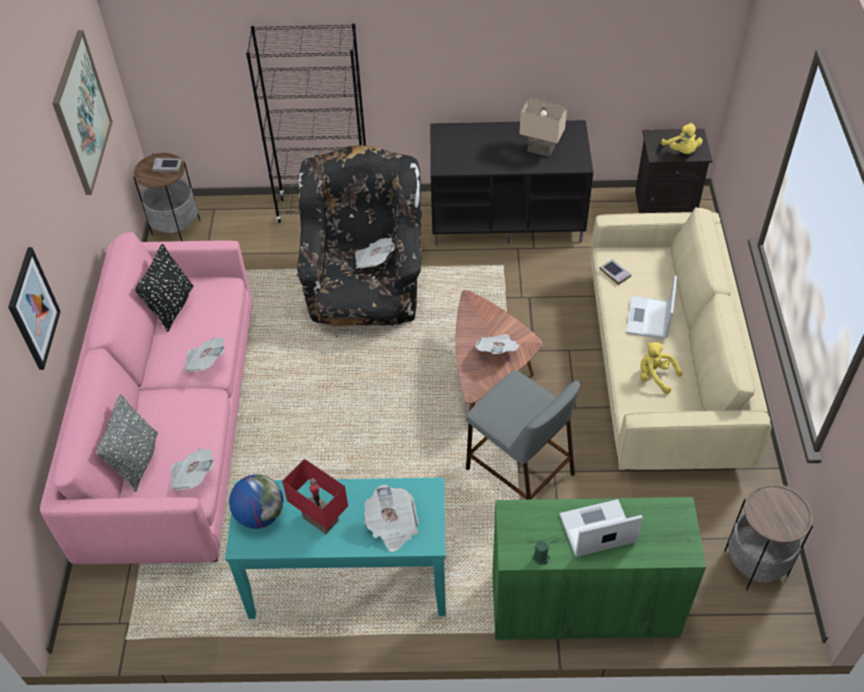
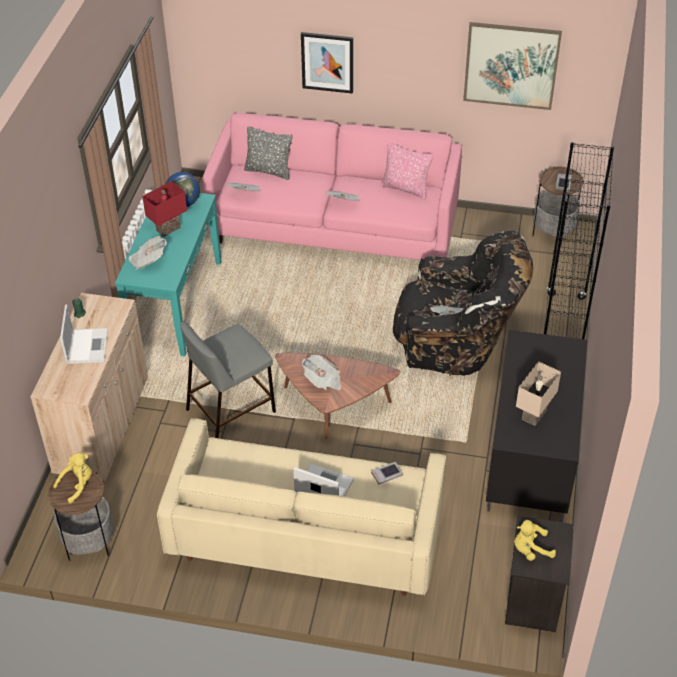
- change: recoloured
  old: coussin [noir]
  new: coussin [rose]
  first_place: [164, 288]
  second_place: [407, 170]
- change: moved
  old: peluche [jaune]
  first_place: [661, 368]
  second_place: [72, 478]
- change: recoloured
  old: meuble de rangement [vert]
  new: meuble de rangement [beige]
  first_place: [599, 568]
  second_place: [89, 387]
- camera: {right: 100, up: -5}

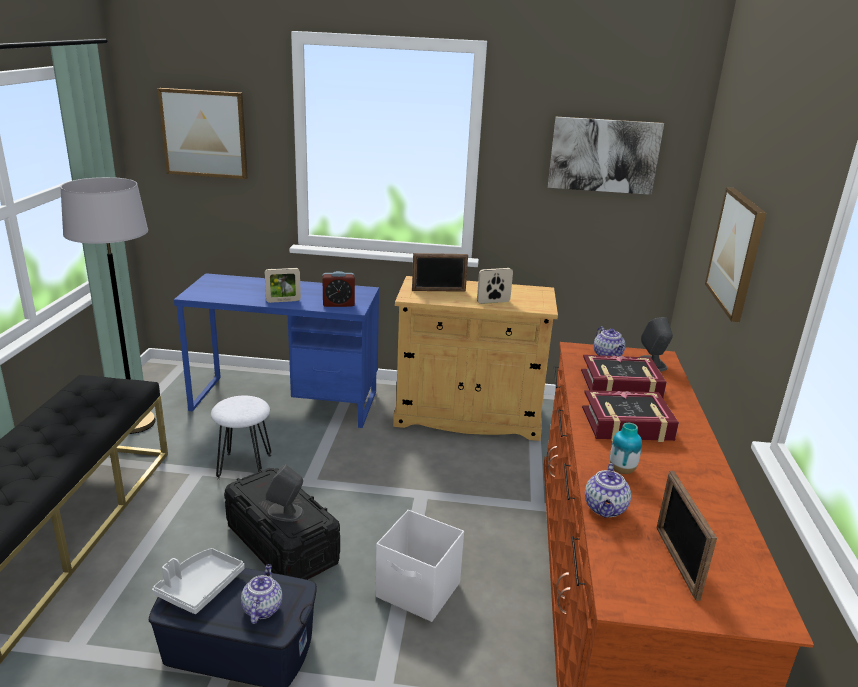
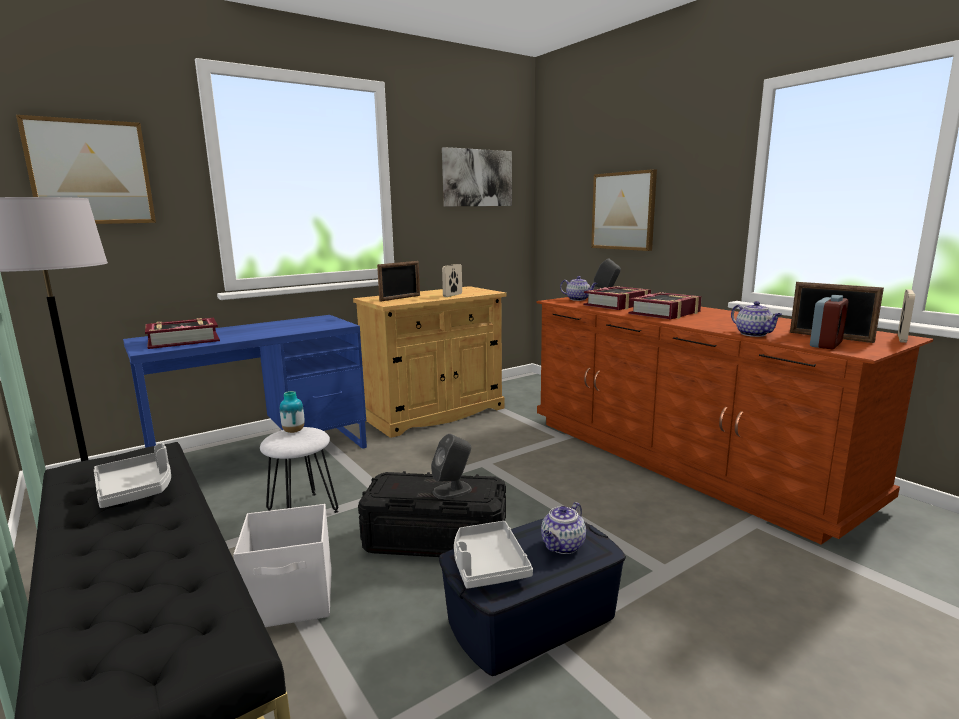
- change: moved
  old: cadre photo
  first_place: [283, 285]
  second_place: [906, 316]
- change: moved
  old: réveil
  first_place: [338, 289]
  second_place: [829, 322]
- change: moved
  old: vase
  first_place: [626, 448]
  second_place: [292, 412]
- change: moved
  old: boîte de rangement [blanc]
  first_place: [419, 566]
  second_place: [282, 565]
- change: turned
  old: théière
  first_place: [262, 594]
  second_place: [563, 528]
  degrees: -105
- change: added
  new: livre
  second_place: [182, 333]
- change: added
  new: plateau [gris]
  second_place: [132, 475]
- camera: {right: -40, up: -10}

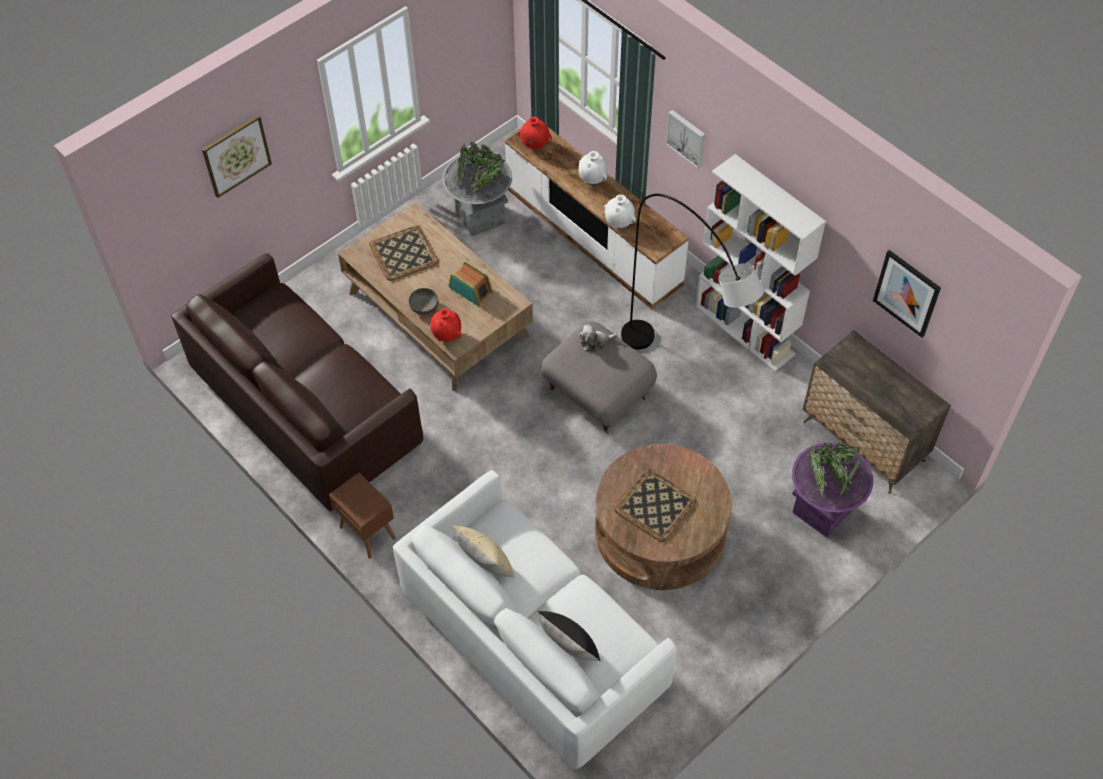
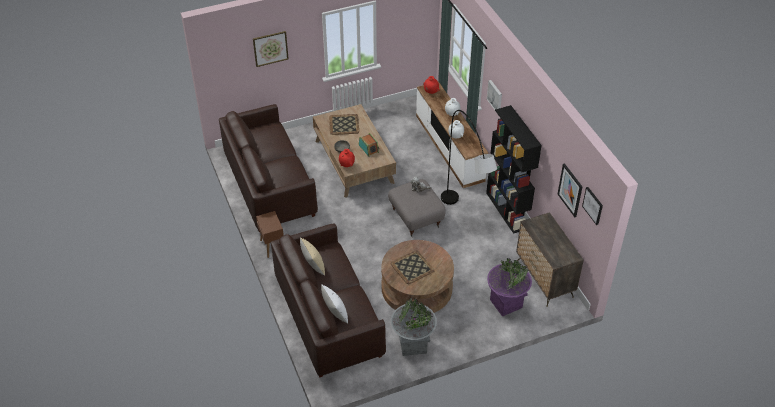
- change: moved
  old: cache-pot [gris]
  first_place: [477, 189]
  second_place: [414, 327]
- change: recoloured
  old: bibliothèque [blanc]
  new: bibliothèque [noir]
  first_place: [760, 263]
  second_place: [514, 169]
- change: recoloured
  old: canapé [blanc]
  new: canapé [marron]
  first_place: [534, 619]
  second_place: [328, 300]
- change: recoloured
  old: coussin [noir]
  new: coussin [blanc]
  first_place: [569, 636]
  second_place: [334, 304]
- change: added
  new: tableau
  second_place: [592, 206]
- camera: {right: 20, up: -10}

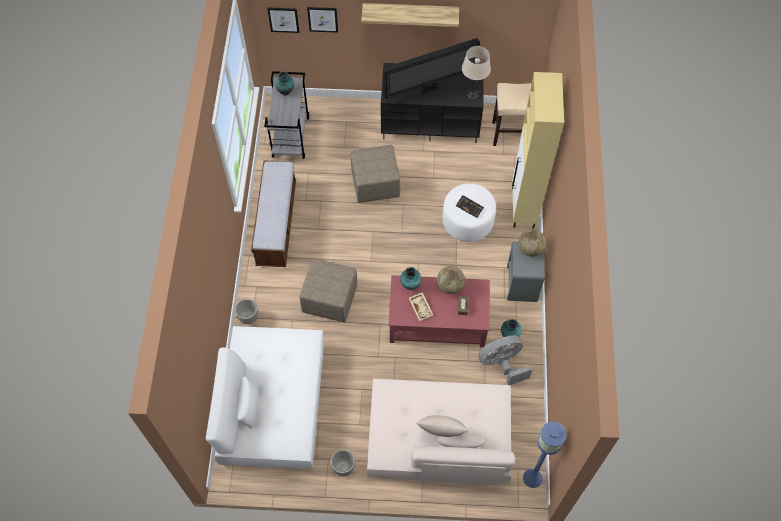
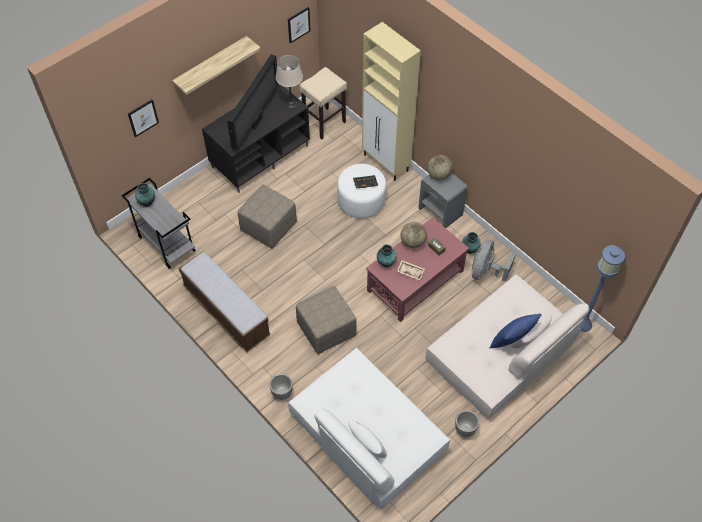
- change: moved
  old: tableau
  first_place: [283, 20]
  second_place: [299, 25]
- change: recoloured
  old: coussin [beige]
  new: coussin [bleu]
  first_place: [442, 426]
  second_place: [515, 331]
- camera: {right: -45, up: -5}

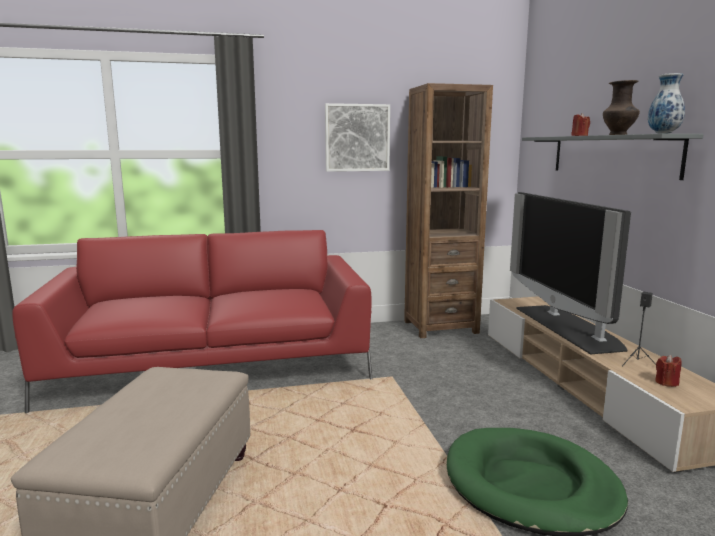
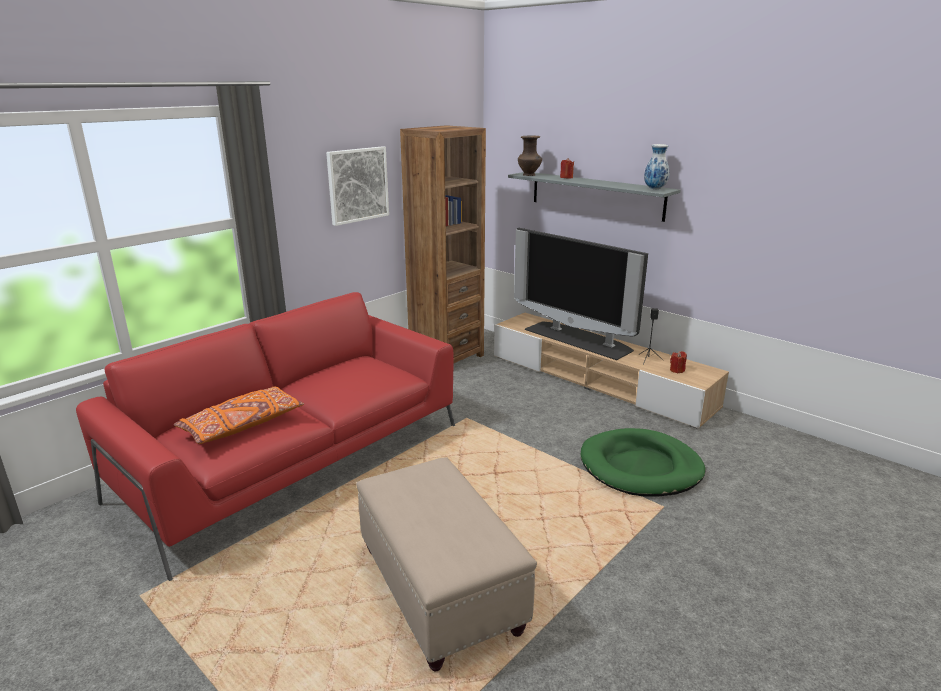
- change: moved
  old: vase [marron]
  first_place: [621, 107]
  second_place: [530, 156]
- change: added
  new: coussin [orange]
  second_place: [239, 415]
- camera: {right: -35, up: 10}

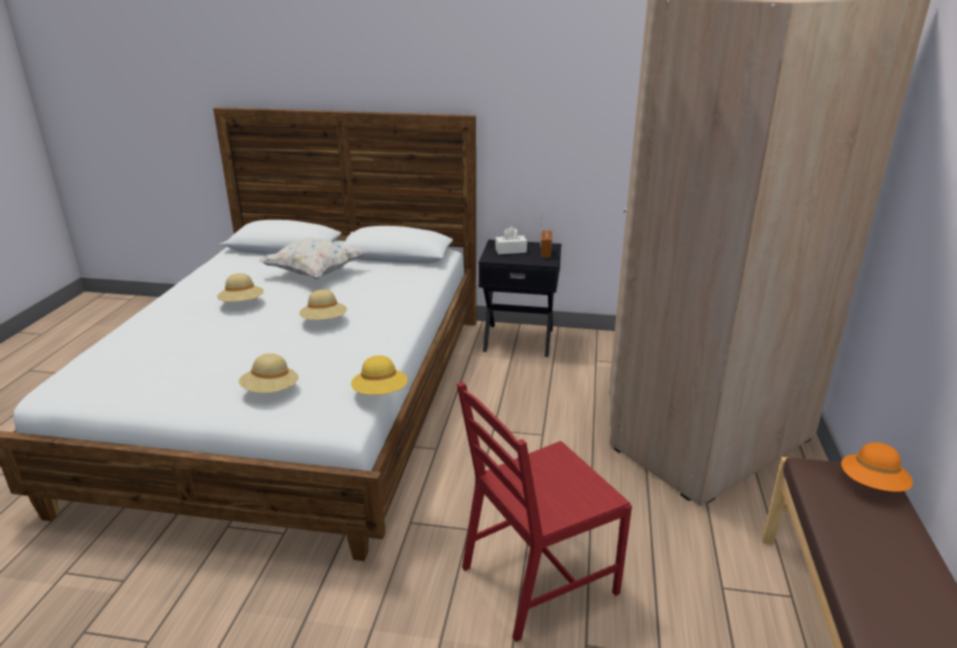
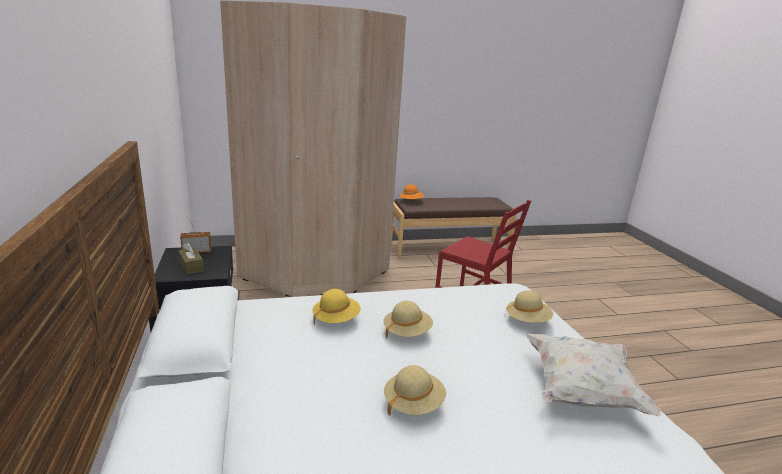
- change: recoloured
  old: boîte à mouchoirs [blanc]
  new: boîte à mouchoirs [marron]
  first_place: [511, 240]
  second_place: [191, 258]
- change: moved
  old: coussin [blanc]
  first_place: [312, 258]
  second_place: [593, 374]
- change: moved
  old: chapeau [jaune]
  first_place: [379, 375]
  second_place: [337, 306]
- camera: {right: -115, up: -5}

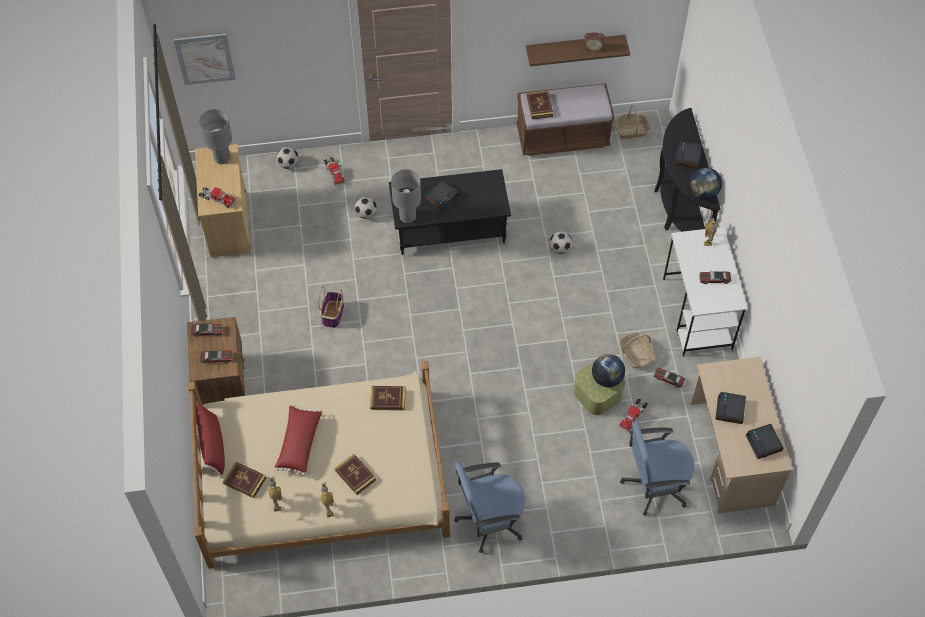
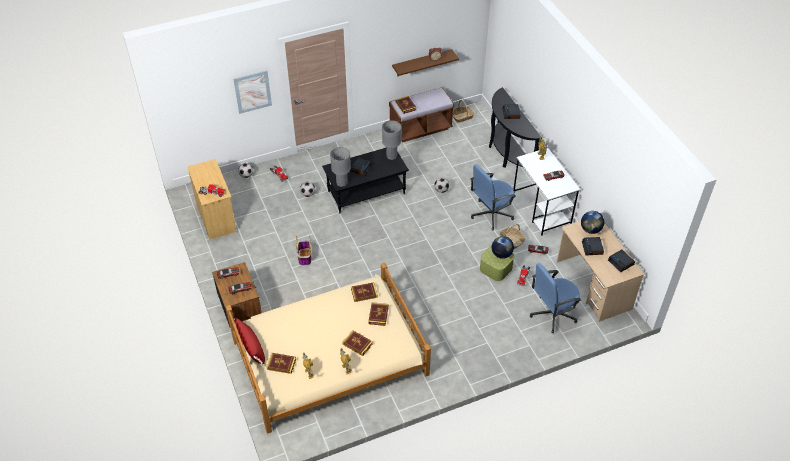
- change: moved
  old: tableau
  first_place: [205, 59]
  second_place: [252, 92]
- change: moved
  old: lampe de table [gris]
  first_place: [215, 137]
  second_place: [391, 140]
- change: moved
  old: globe
  first_place: [706, 184]
  second_place: [592, 222]
- change: removed
  old: coussin [rouge]
  first_place: [298, 440]
- change: moved
  old: chaise de bureau [bleu]
  first_place: [489, 507]
  second_place: [493, 197]
- change: added
  new: livre
  second_place: [378, 314]
- camera: {right: -15, up: -10}

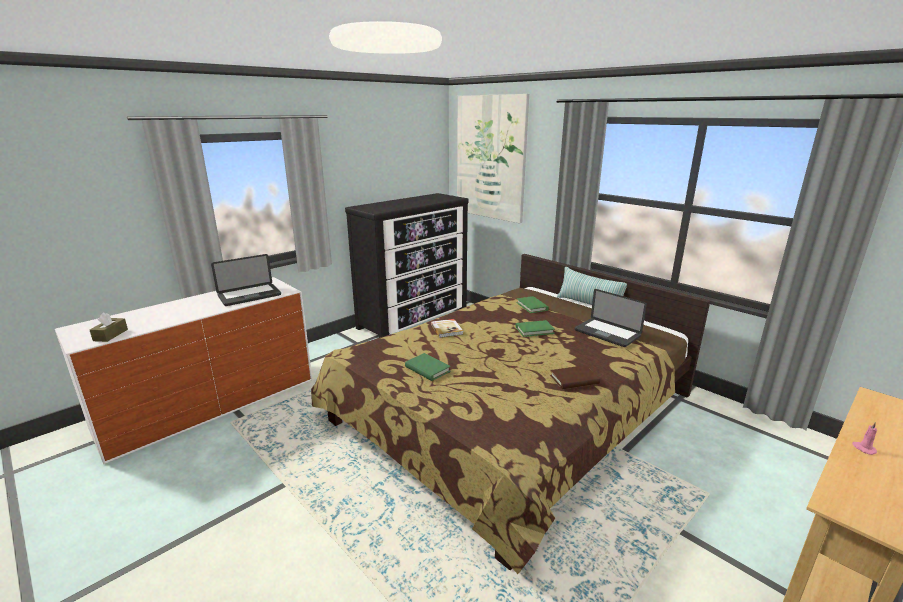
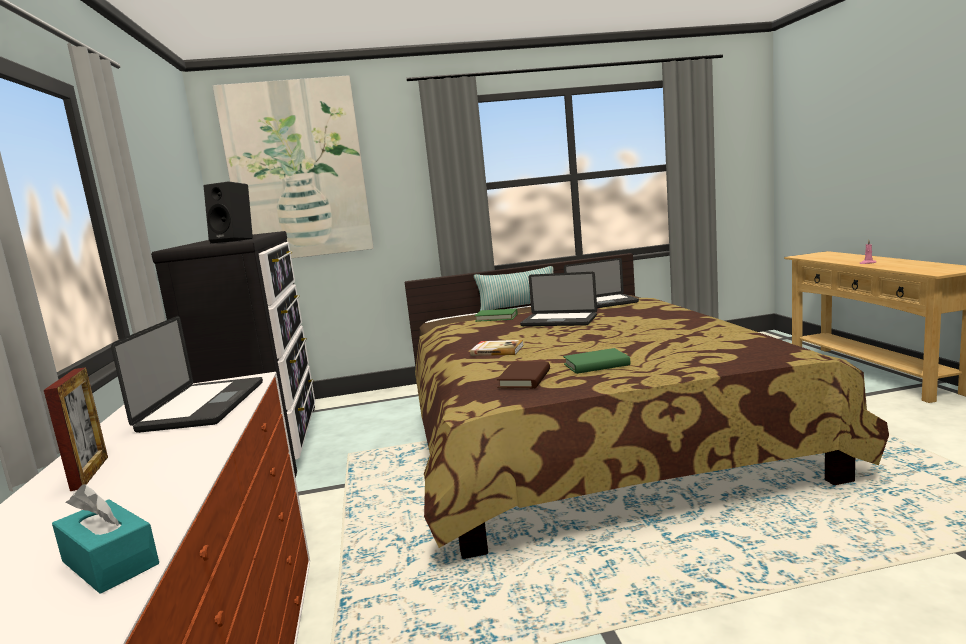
- change: recoloured
  old: boîte à mouchoirs [marron]
  new: boîte à mouchoirs [turquoise]
  first_place: [109, 327]
  second_place: [105, 539]
- change: replaced
  old: livre [vert]
  new: ordinateur portable
  first_place: [535, 328]
  second_place: [558, 299]
- change: moved
  old: livre [marron]
  first_place: [575, 377]
  second_place: [523, 375]
- change: added
  new: enceinte [noir]
  second_place: [228, 212]
- change: added
  new: cadre photo
  second_place: [76, 429]
- camera: {right: -55, up: -10}

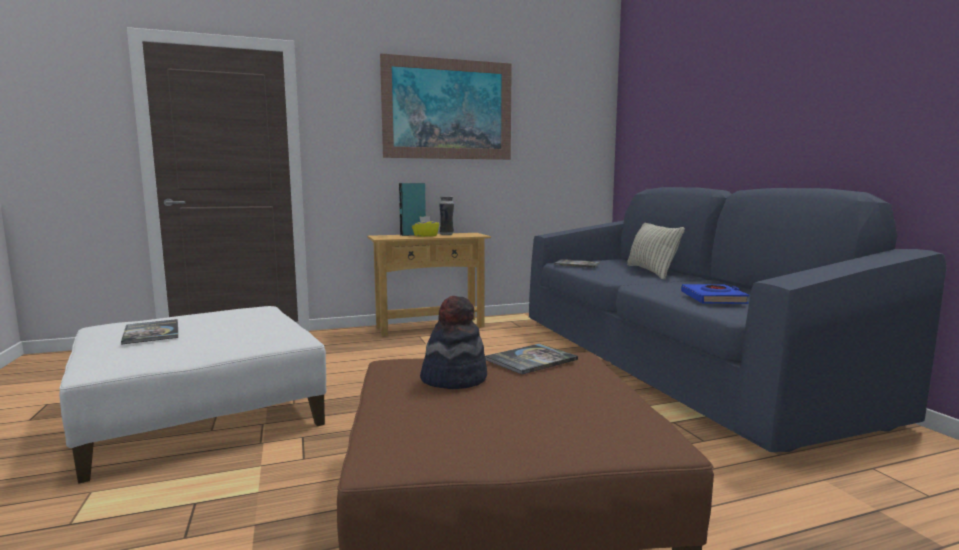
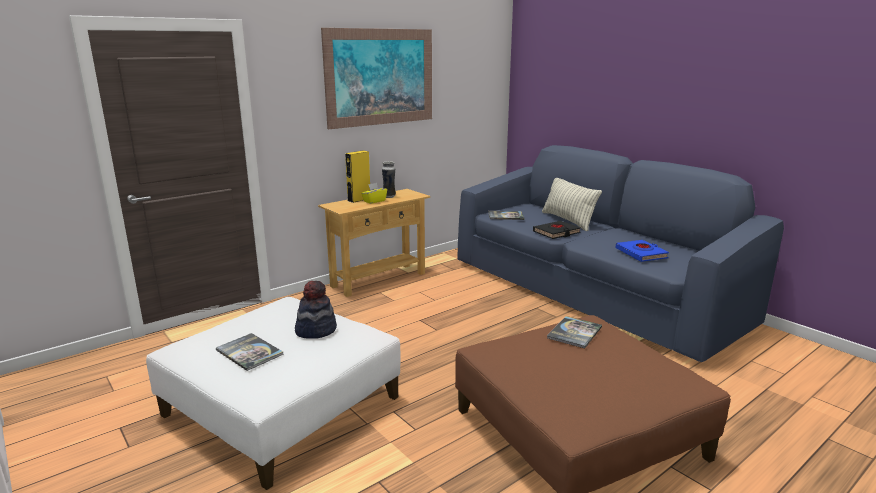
- change: recoloured
  old: enceinte [turquoise]
  new: enceinte [jaune]
  first_place: [412, 209]
  second_place: [357, 176]
- change: moved
  old: chapeau
  first_place: [453, 342]
  second_place: [316, 310]
- change: added
  new: livre [noir]
  second_place: [557, 230]
- camera: {right: -20, up: 10}

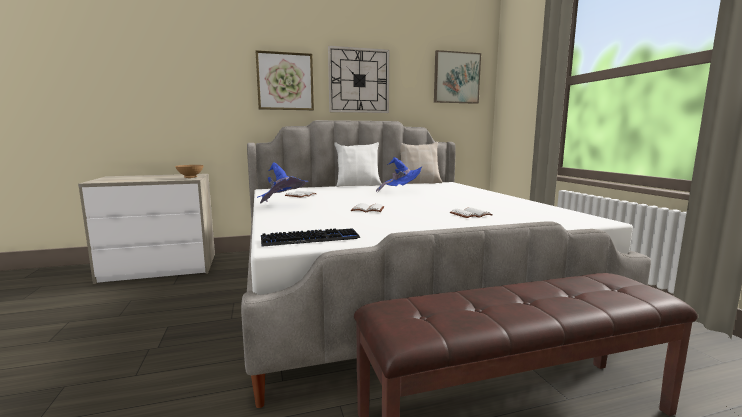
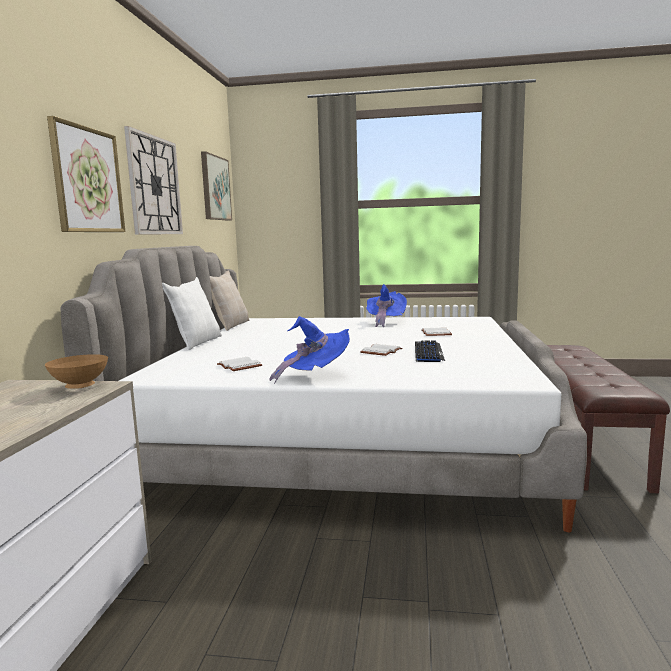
- change: moved
  old: chapeau [bleu]
  first_place: [399, 175]
  second_place: [387, 305]
- change: moved
  old: clavier
  first_place: [310, 237]
  second_place: [430, 351]
- camera: {right: -65, up: 0}

